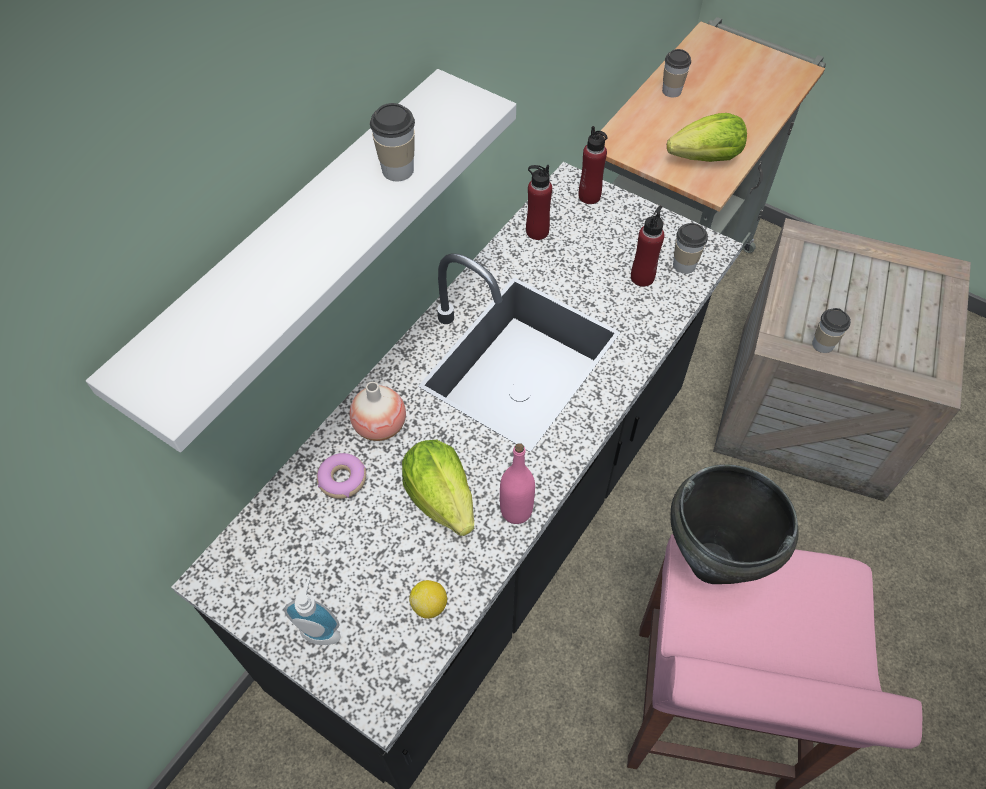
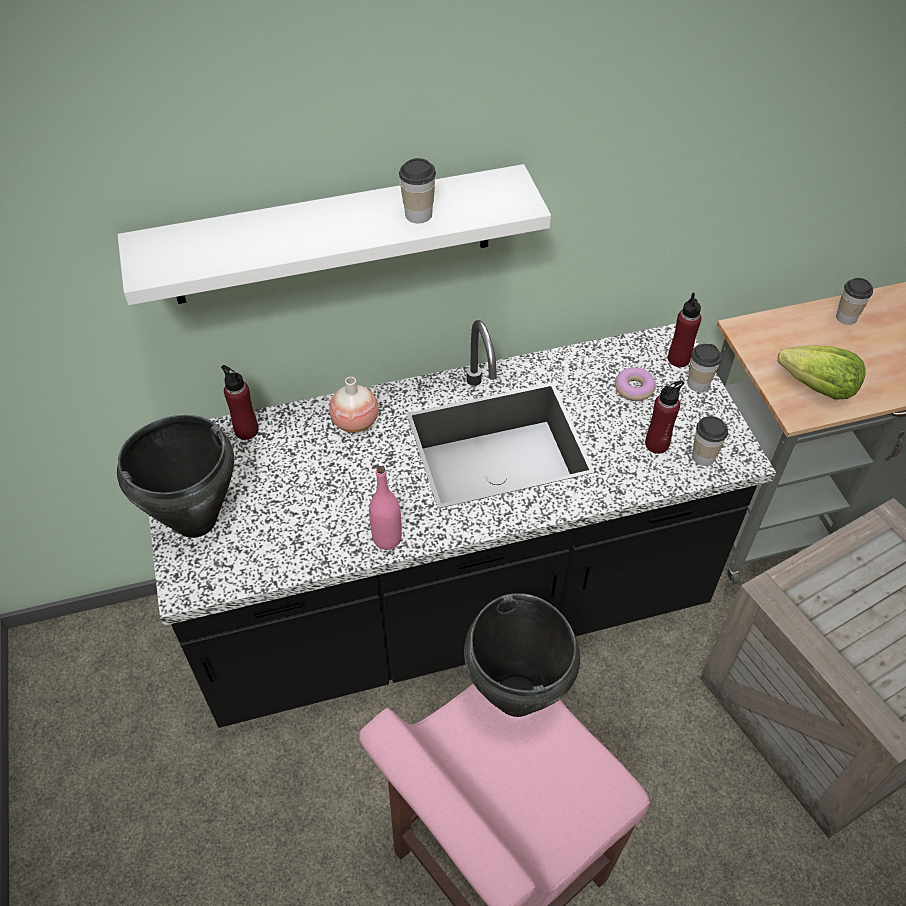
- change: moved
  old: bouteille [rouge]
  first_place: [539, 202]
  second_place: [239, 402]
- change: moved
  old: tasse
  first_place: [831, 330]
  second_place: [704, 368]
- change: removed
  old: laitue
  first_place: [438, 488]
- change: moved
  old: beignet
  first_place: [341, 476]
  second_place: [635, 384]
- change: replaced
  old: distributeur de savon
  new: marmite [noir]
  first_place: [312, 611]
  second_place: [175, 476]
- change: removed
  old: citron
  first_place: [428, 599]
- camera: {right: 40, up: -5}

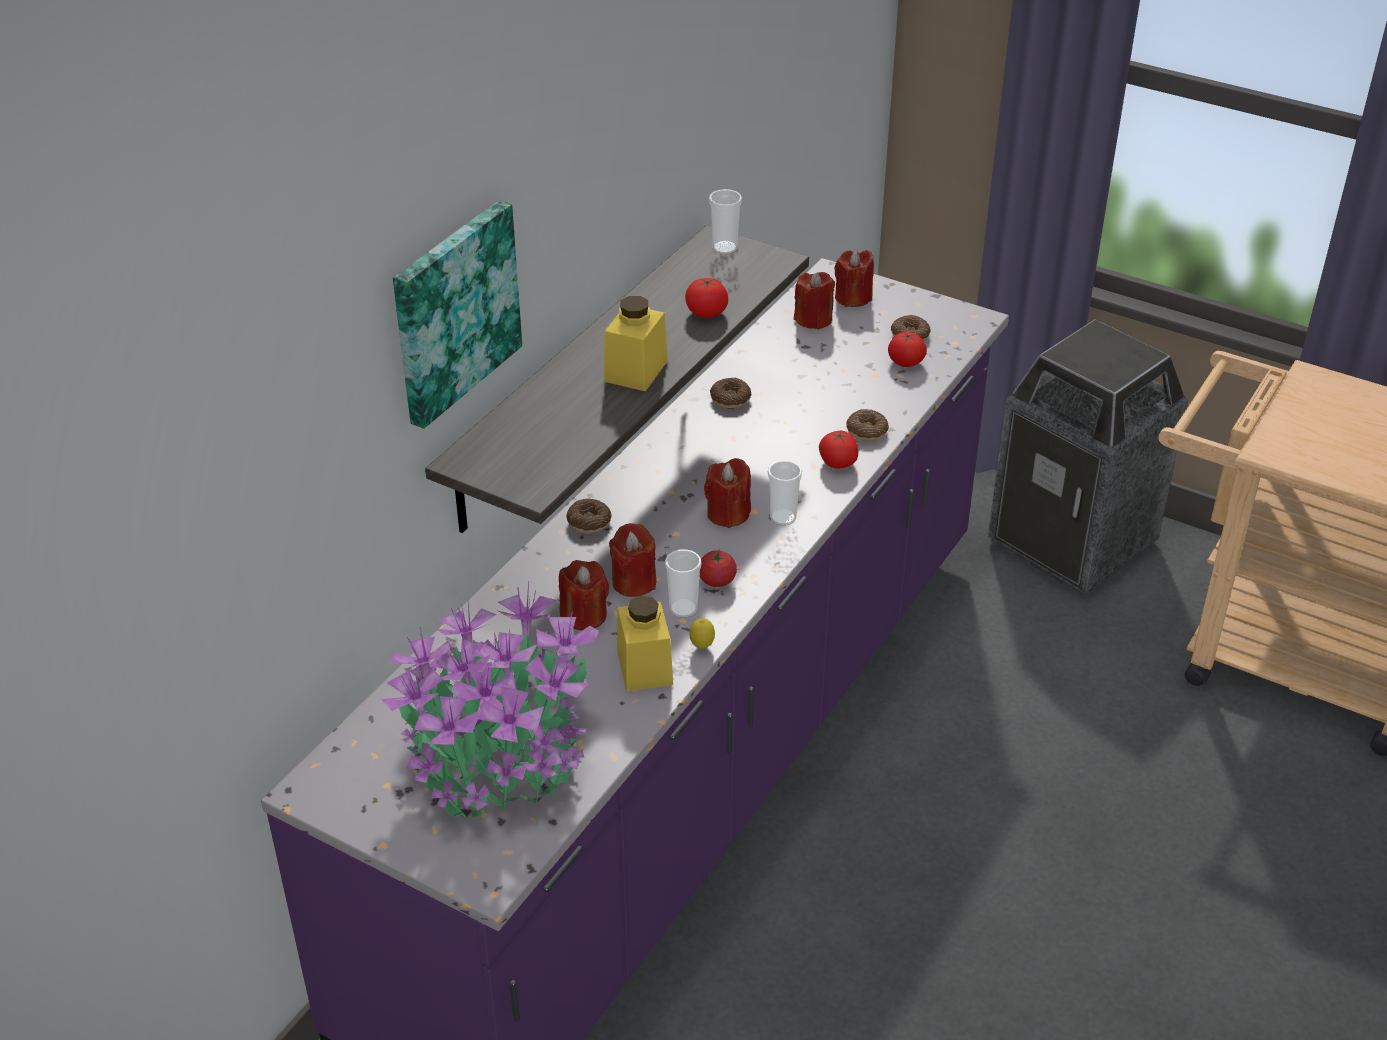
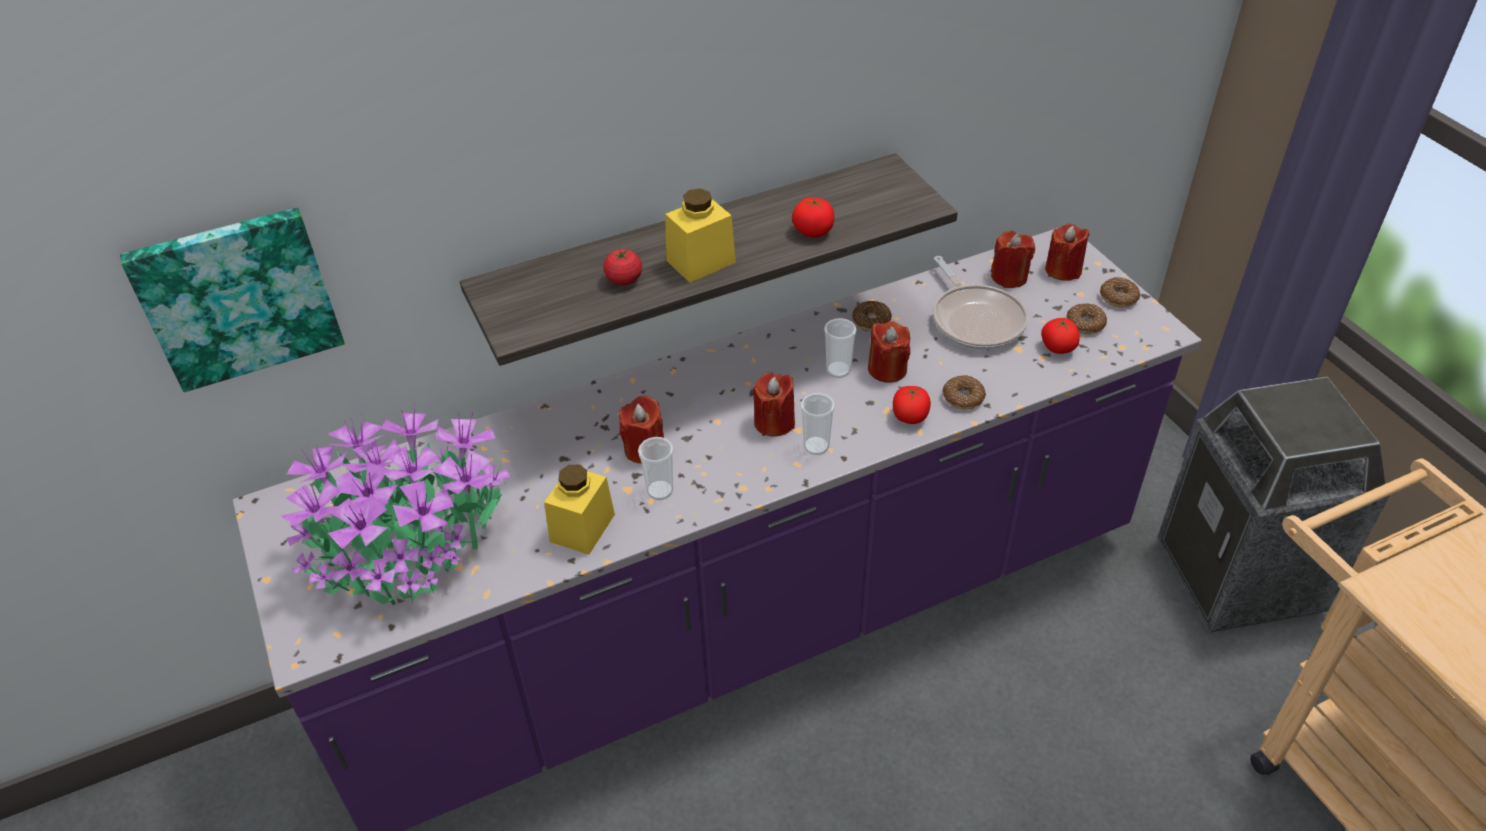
- change: moved
  old: tasse
  first_place: [725, 221]
  second_place: [840, 348]
- change: moved
  old: tableau
  first_place: [457, 314]
  second_place: [232, 299]
- change: moved
  old: beignet
  first_place: [588, 516]
  second_place: [1120, 292]
- change: moved
  old: tomate
  first_place: [718, 568]
  second_place: [622, 266]
- change: moved
  old: bougie [rouge]
  first_place: [584, 595]
  second_place: [889, 352]
- change: removed
  old: citron
  first_place: [702, 633]
- change: added
  new: poêle
  second_place: [980, 303]
- camera: {right: 35, up: 5}

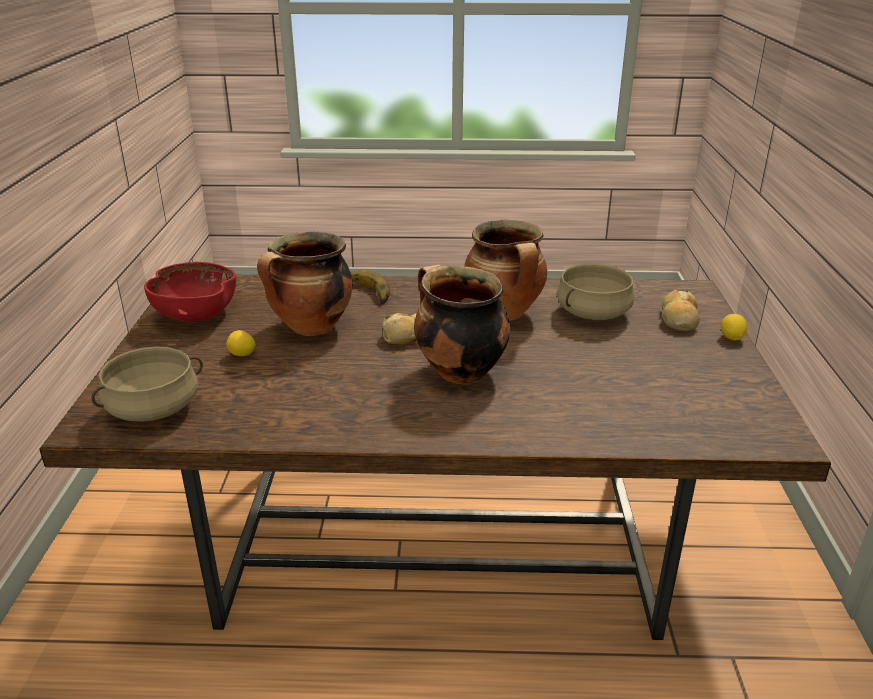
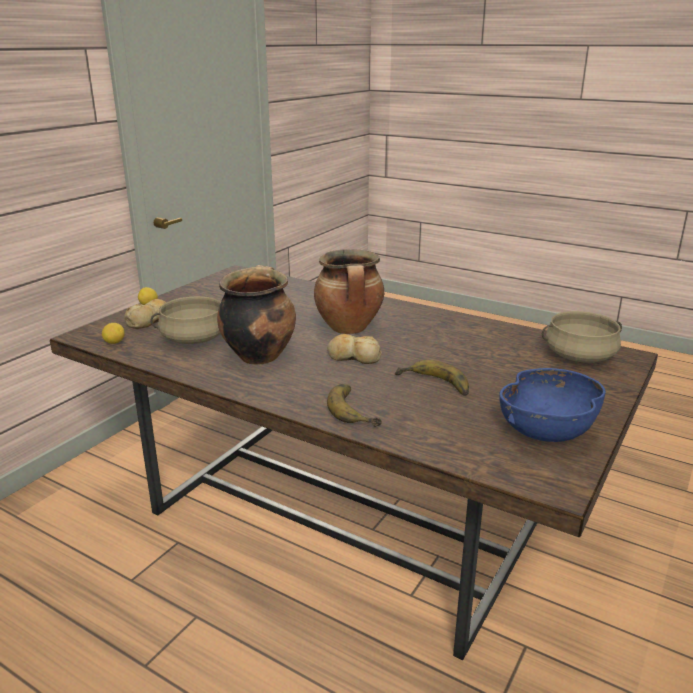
- change: replaced
  old: marmite
  new: banane
  first_place: [304, 284]
  second_place: [432, 378]
- change: recoloured
  old: bol [rouge]
  new: bol [bleu]
  first_place: [190, 291]
  second_place: [552, 405]
- change: moved
  old: citron
  first_place: [241, 343]
  second_place: [113, 333]
- camera: {right: -150, up: -5}

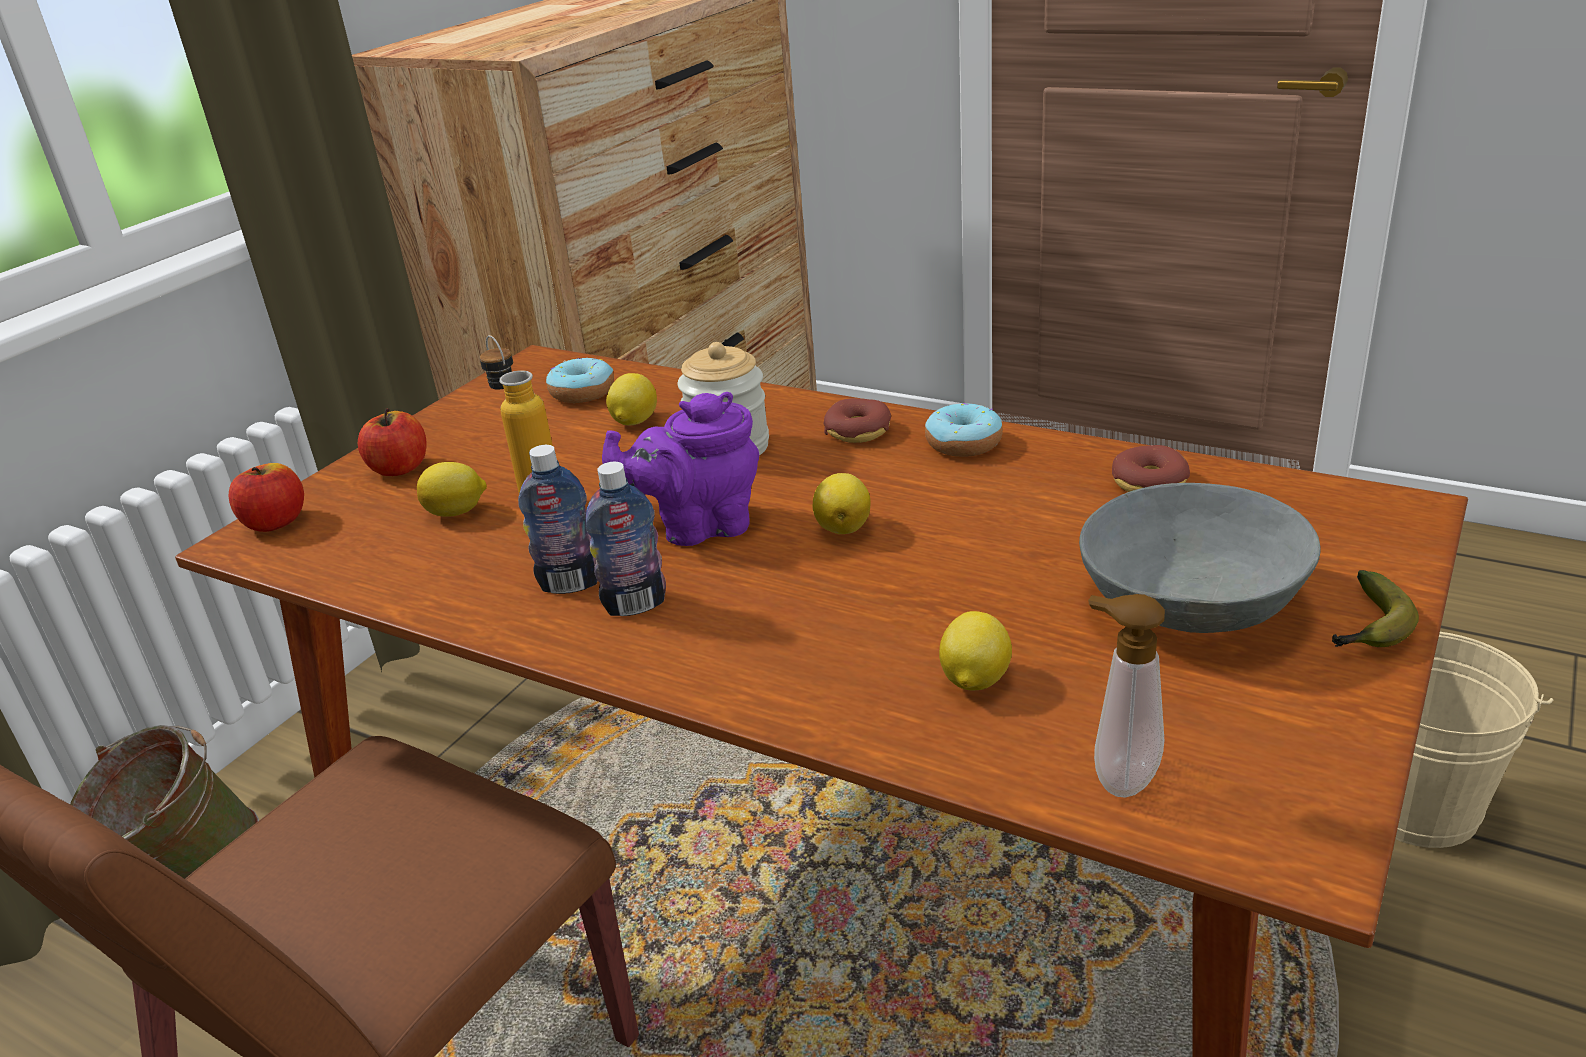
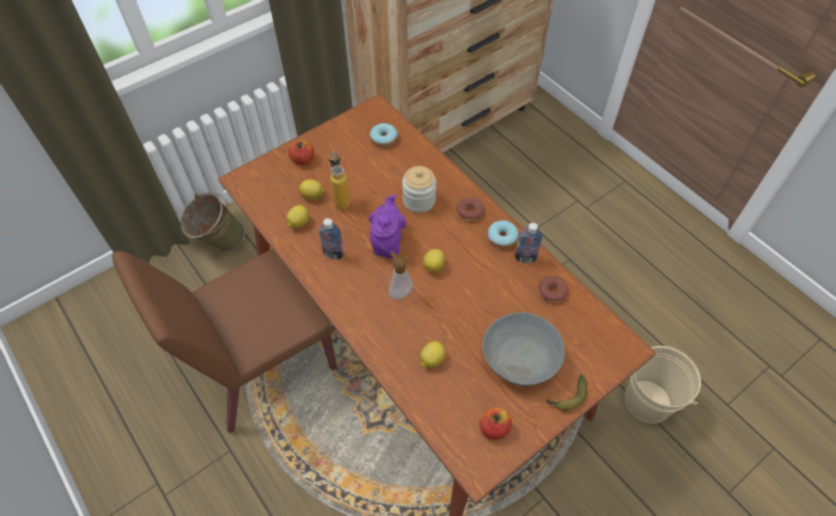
- change: moved
  old: citron
  first_place: [631, 399]
  second_place: [297, 216]
- change: turned
  old: théière [violet]
  first_place: [680, 469]
  second_place: [388, 226]
  degrees: 90
- change: moved
  old: bouteille
  first_place: [625, 539]
  second_place: [529, 243]
- change: moved
  old: pomme
  first_place: [266, 497]
  second_place: [495, 423]
- change: moved
  old: distributeur de savon
  first_place: [1126, 696]
  second_place: [401, 275]
- camera: {right: 20, up: 25}

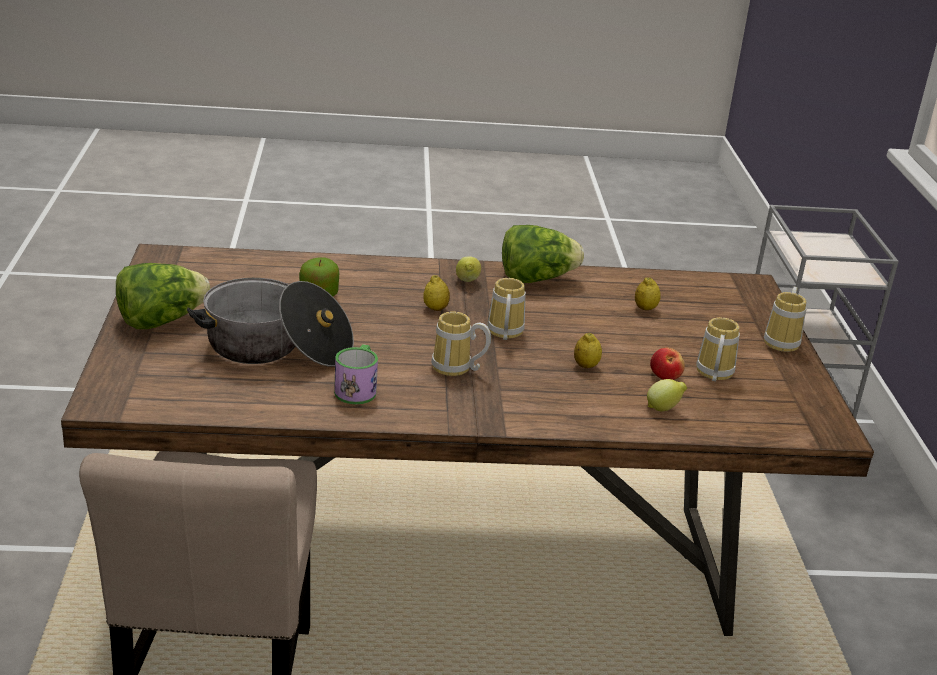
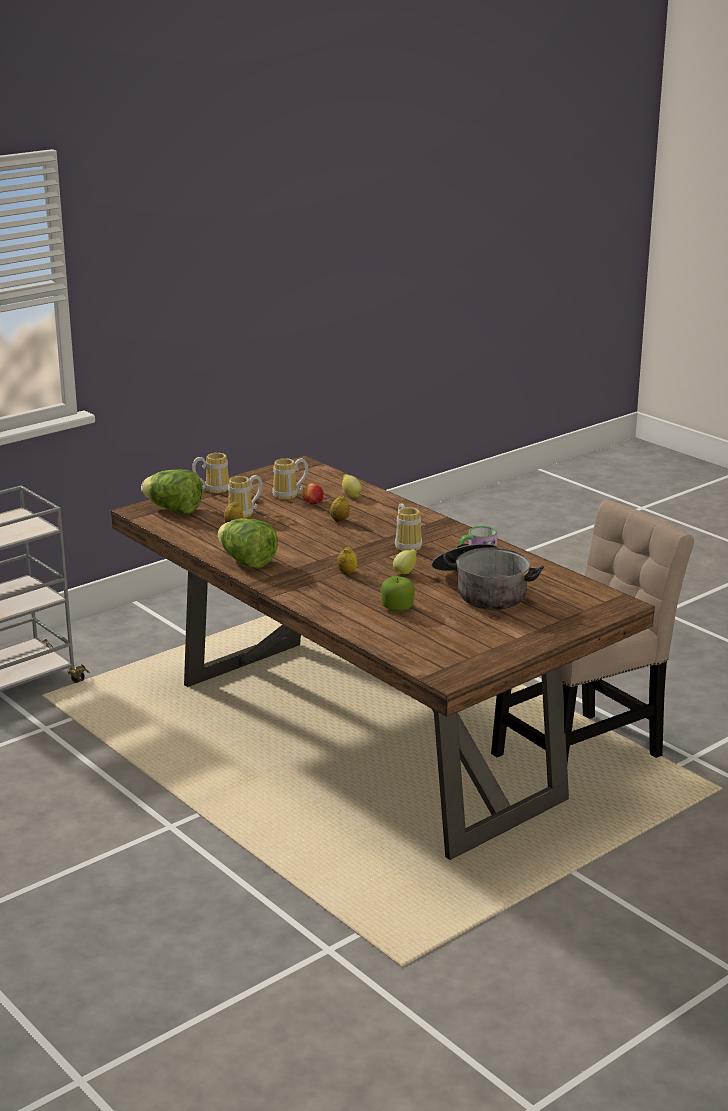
- change: moved
  old: citron
  first_place: [468, 269]
  second_place: [405, 562]
- change: moved
  old: laitue
  first_place: [163, 296]
  second_place: [172, 491]
- change: moved
  old: mug
  first_place: [506, 309]
  second_place: [245, 496]
- camera: {right: -125, up: -5}

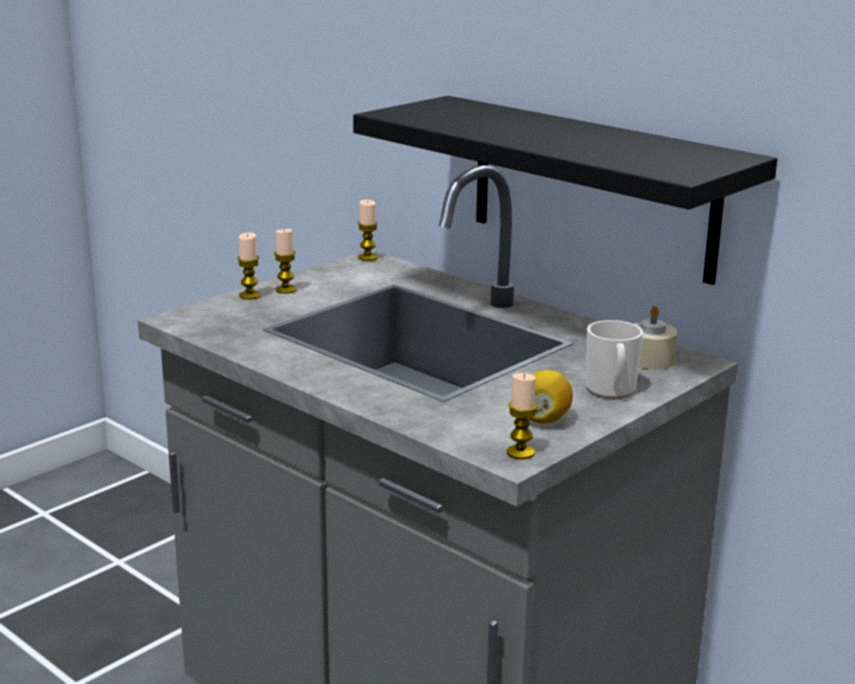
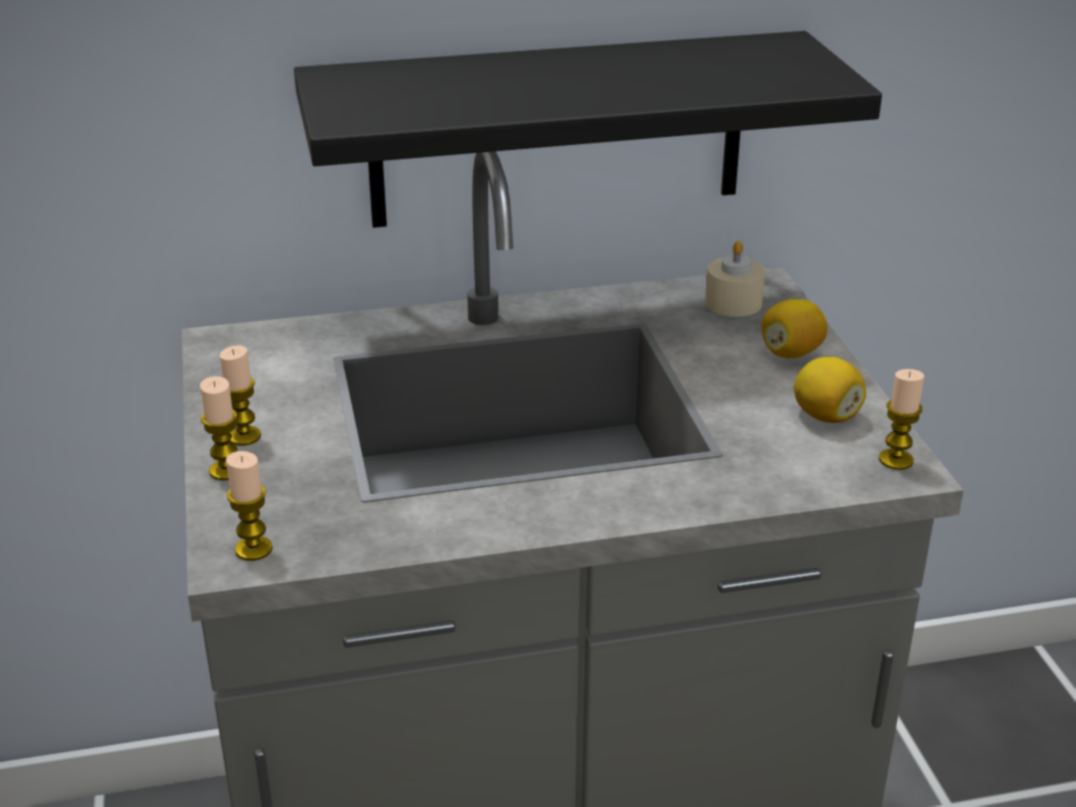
- change: moved
  old: bougie
  first_place: [368, 230]
  second_place: [249, 506]
- change: replaced
  old: mug
  new: citron
  first_place: [614, 359]
  second_place: [794, 328]
- camera: {right: -55, up: 10}

